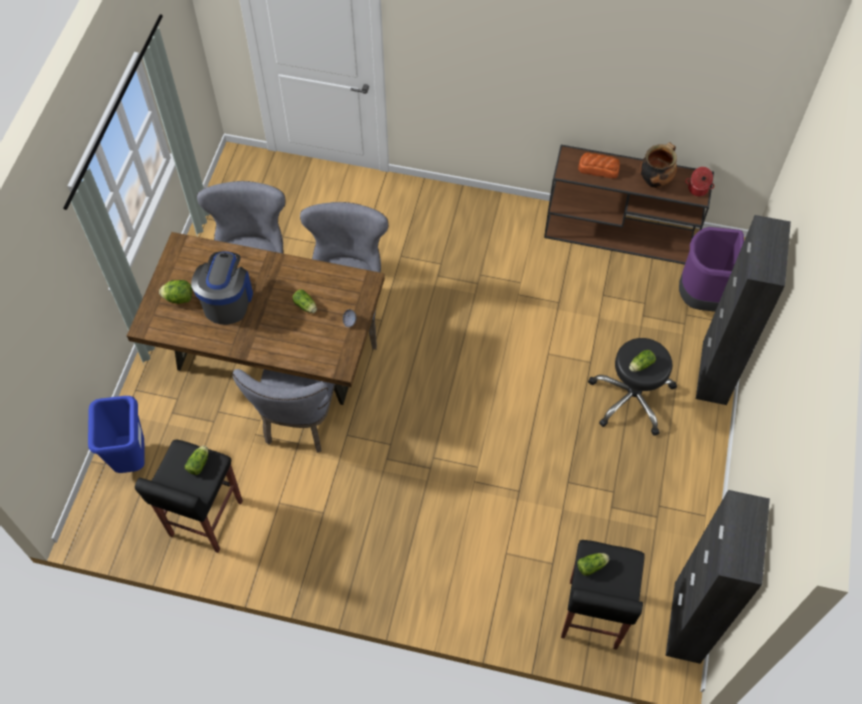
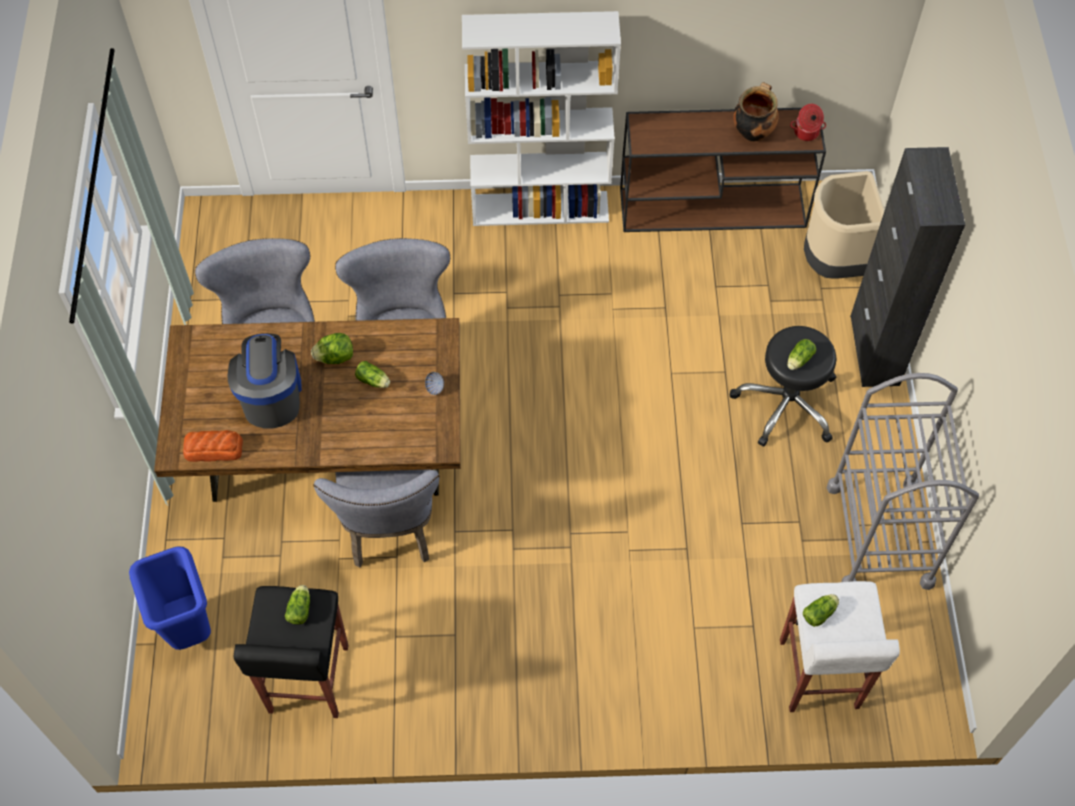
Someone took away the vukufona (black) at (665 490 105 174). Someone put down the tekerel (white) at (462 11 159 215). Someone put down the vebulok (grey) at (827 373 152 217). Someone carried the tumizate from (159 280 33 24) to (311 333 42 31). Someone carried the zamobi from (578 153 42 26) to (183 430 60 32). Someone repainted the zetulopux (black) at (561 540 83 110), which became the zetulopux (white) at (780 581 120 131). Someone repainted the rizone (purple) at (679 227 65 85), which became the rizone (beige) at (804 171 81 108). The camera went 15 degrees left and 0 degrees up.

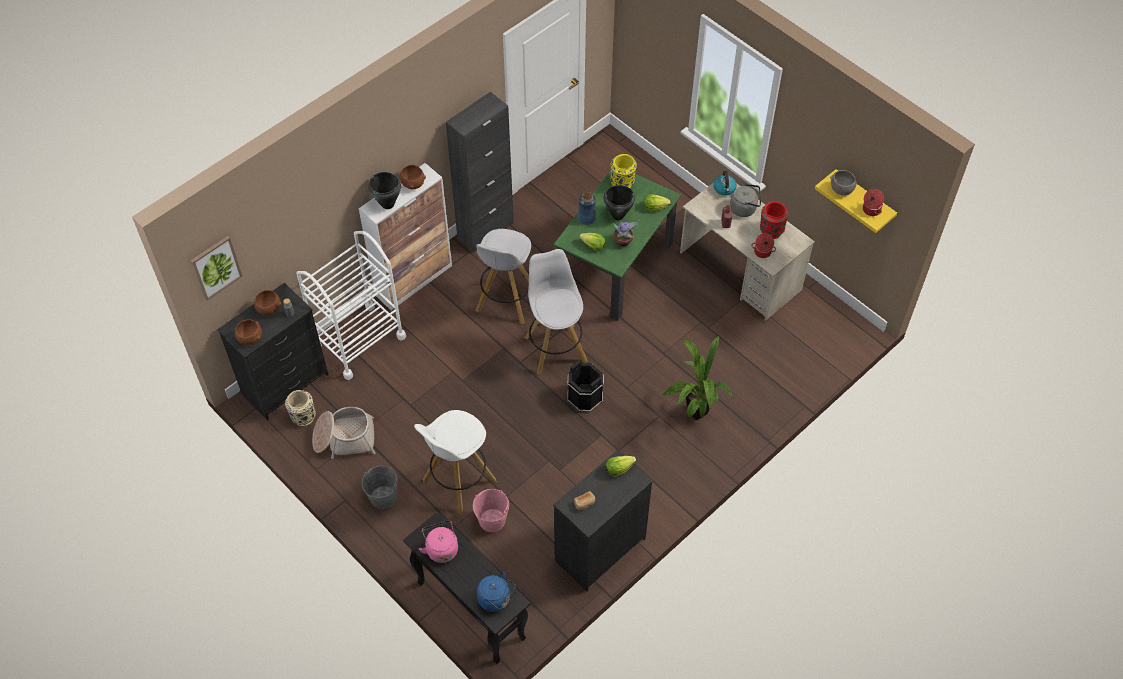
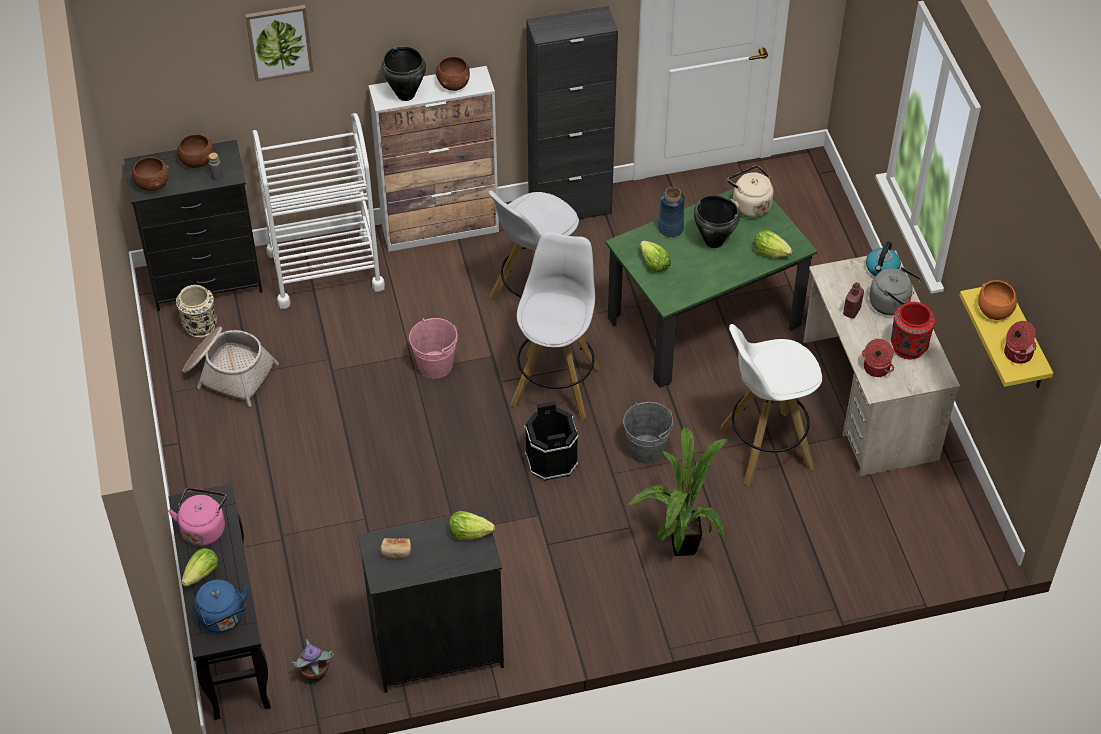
Someone put down the tumizate at (181 548 38 39). Someone carried the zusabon from (191 236 52 65) to (245 5 69 77). Someone carried the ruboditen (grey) from (362 466 36 43) to (623 402 50 62). Someone carried the zetulopux (white) from (414 410 83 104) to (720 324 102 162). Someone carried the ruboditen (pink) from (473 489 36 43) to (409 318 49 61). Someone carried the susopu from (613 220 27 27) to (292 639 42 43). Someone swapped the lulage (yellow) at (610 154 27 34) for the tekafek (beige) at (727 166 46 52). Someone repainted the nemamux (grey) at (830 170 26 26), which became the nemamux (orange) at (978 280 39 40). The camera went 30 degrees right and 5 degrees down.

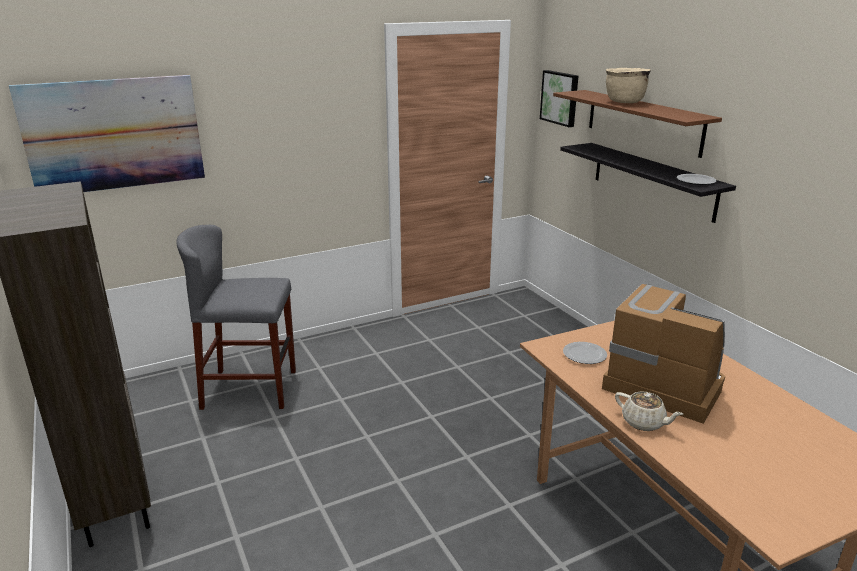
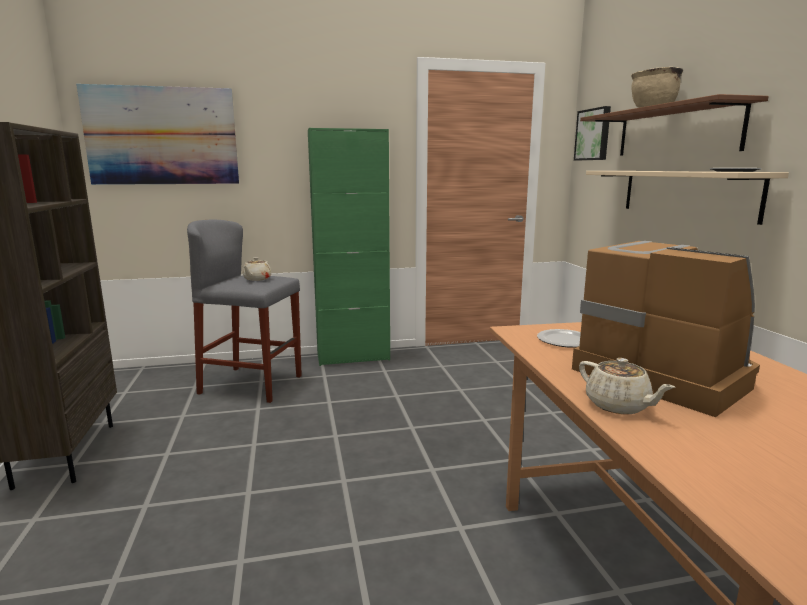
Someone put down the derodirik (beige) at (243 257 29 24). Someone put down the vukufona (green) at (308 128 82 238). Someone repainted the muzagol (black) at (560 143 176 80), which became the muzagol (beige) at (586 171 203 54). The camera went 15 degrees right and 10 degrees down.

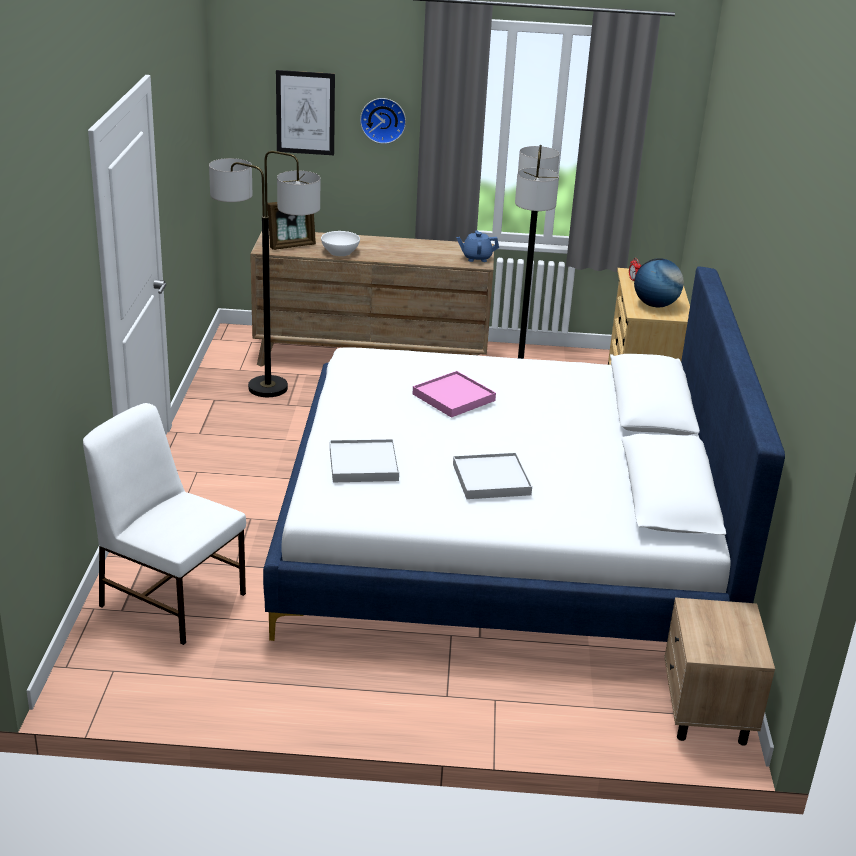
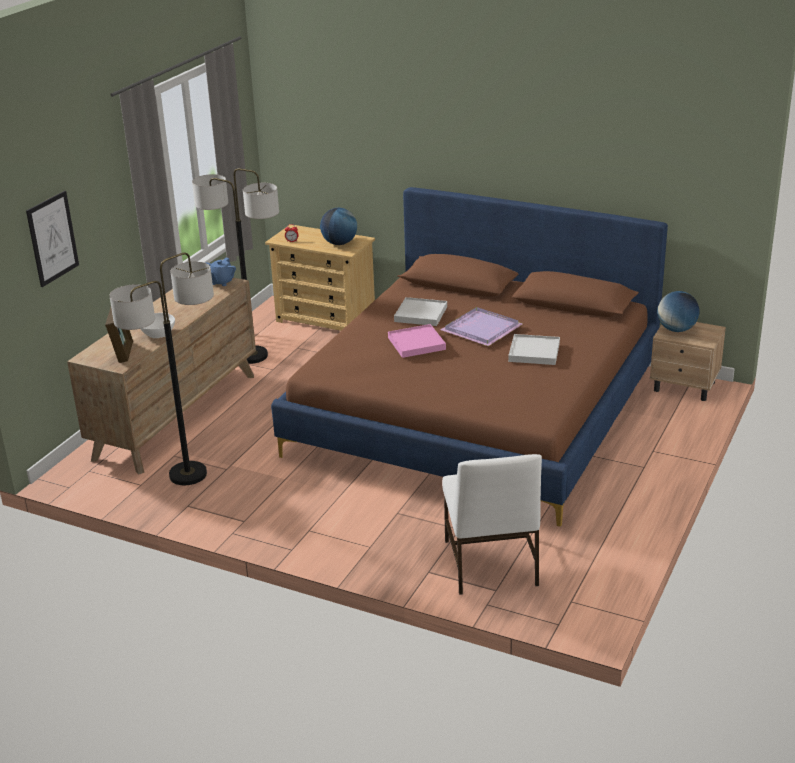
Someone took away the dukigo at (360 98 46 46). Someone put down the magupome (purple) at (440 307 83 39). Someone put down the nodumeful at (657 291 43 41). Someone carried the magupome (white) from (330 439 69 43) to (394 297 53 29). Someone repainted the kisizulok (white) at (263 266 522 376), which became the kisizulok (brown) at (271 187 397 340). Someone rotated the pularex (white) at (83 403 163 242) by 60 degrees counterclockwise. The camera went 65 degrees left and 0 degrees up.

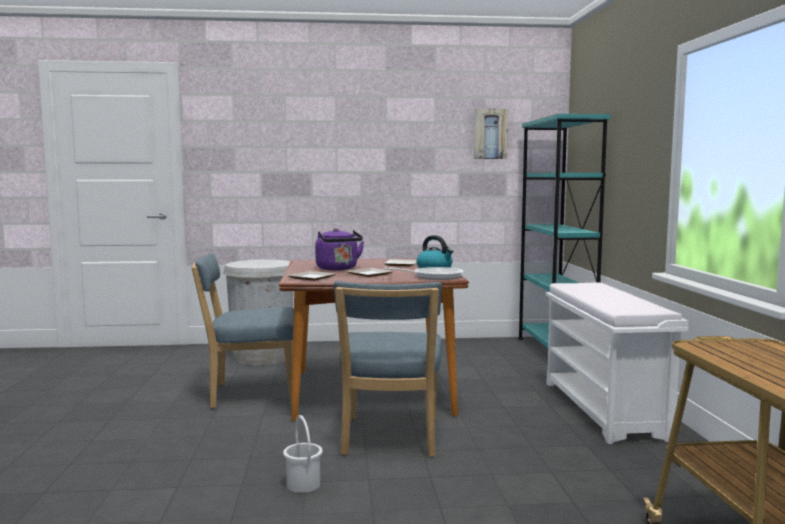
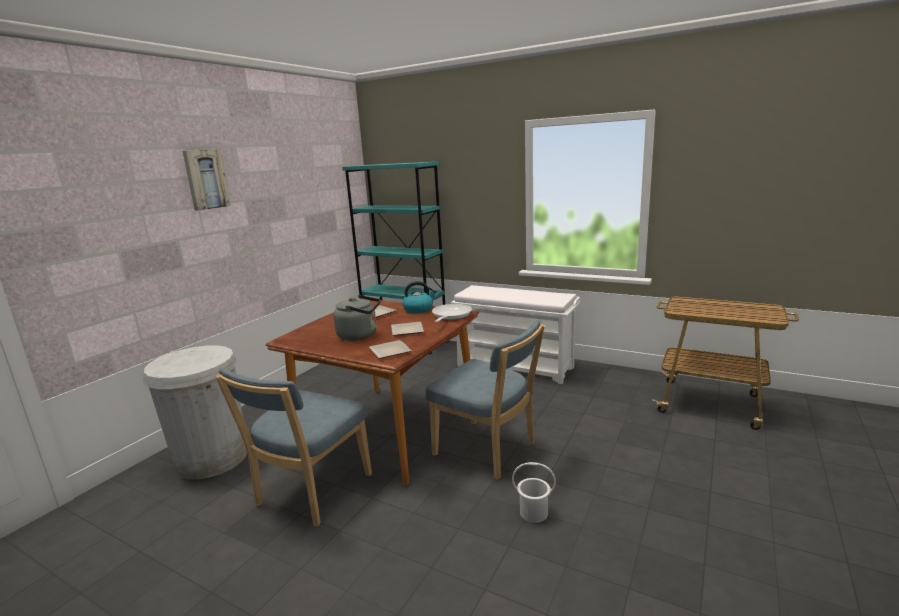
Someone carried the zusabon from (474 109 34 50) to (183 150 47 61). Someone repainted the tekafek (purple) at (315 228 49 42), which became the tekafek (grey) at (333 295 48 46). The camera went 55 degrees left and 10 degrees up.

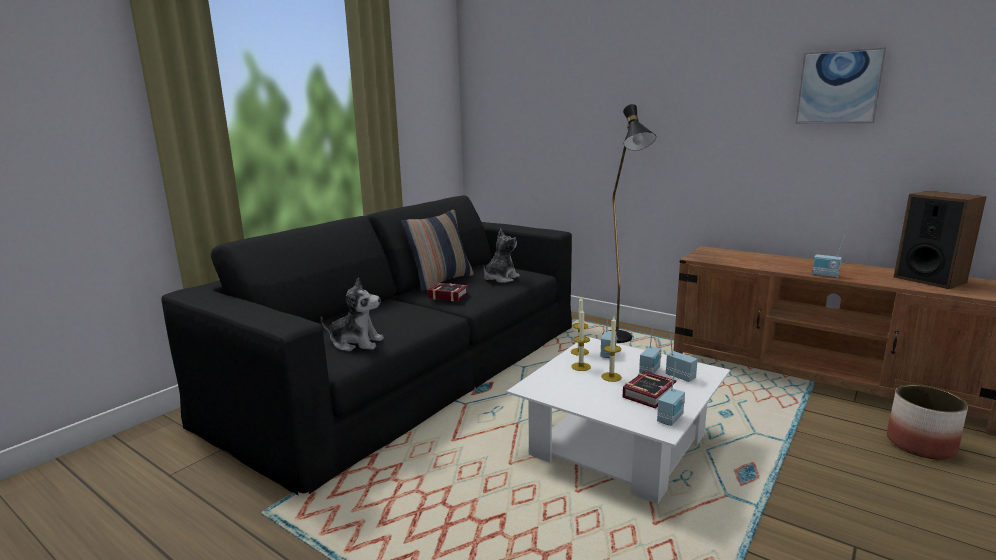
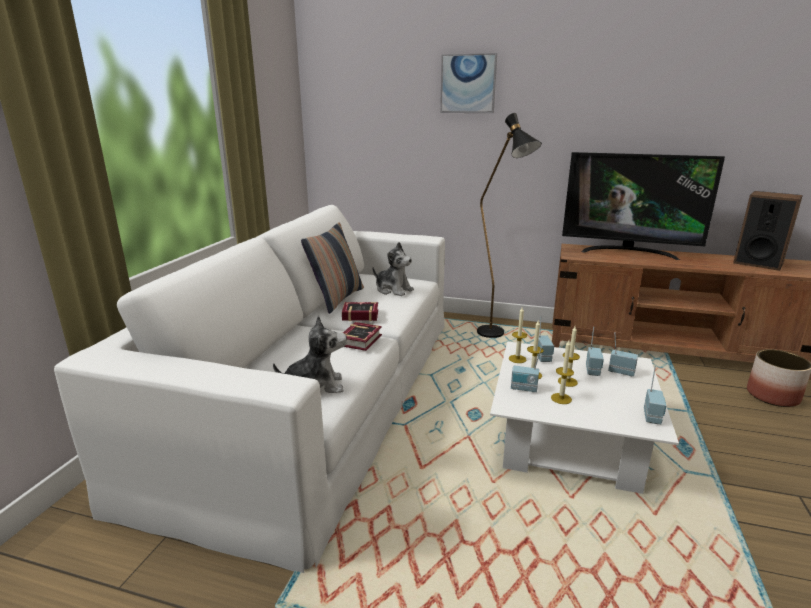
Someone put down the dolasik at (551 340 23 64). Someone put down the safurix at (562 152 163 108). Someone carried the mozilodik from (623 371 54 38) to (343 322 39 29). Someone carried the zusabon from (795 47 91 77) to (440 53 57 60). Someone carried the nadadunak from (812 236 33 42) to (511 348 31 44). Someone repainted the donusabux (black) at (161 195 411 300), which became the donusabux (white) at (54 205 391 368). Someone rotated the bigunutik at (483 229 37 54) by 105 degrees clockwise. The camera went 20 degrees left and 5 degrees up.

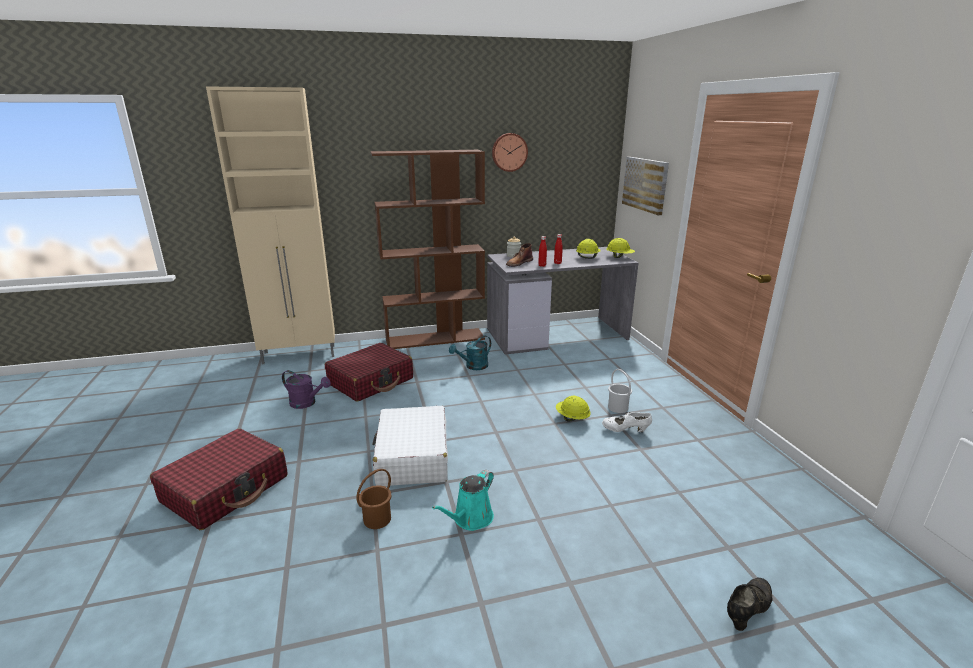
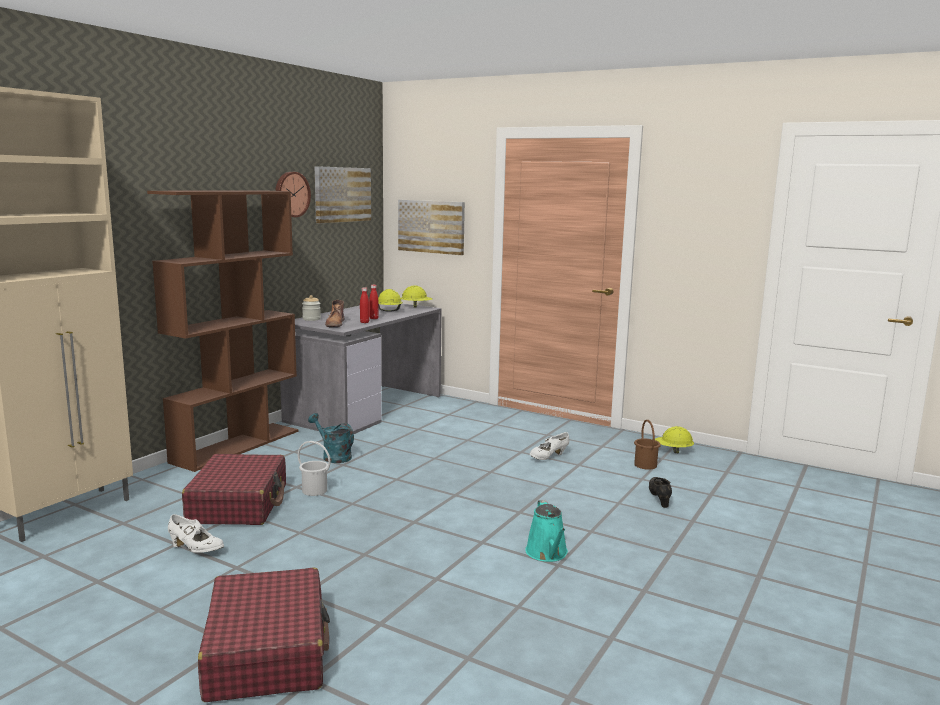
Someone took away the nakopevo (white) at (372 406 76 80). Someone put up the zusabon at (314 166 57 57). Someone carried the ruboditen (brown) from (356 469 35 60) to (634 420 27 50). Someone carried the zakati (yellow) from (556 396 35 26) to (655 426 39 27). Someone carried the ruboditen (white) from (608 369 24 44) to (298 441 33 55). Someone carried the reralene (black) from (727 578 45 53) to (649 477 23 31). Someone swapped the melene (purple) at (282 370 49 39) for the reralene (white) at (168 514 56 39). Someone rotated the melene (turquoise) at (449 336 42 34) by 120 degrees clockwise. The camera went 45 degrees left and 10 degrees down.

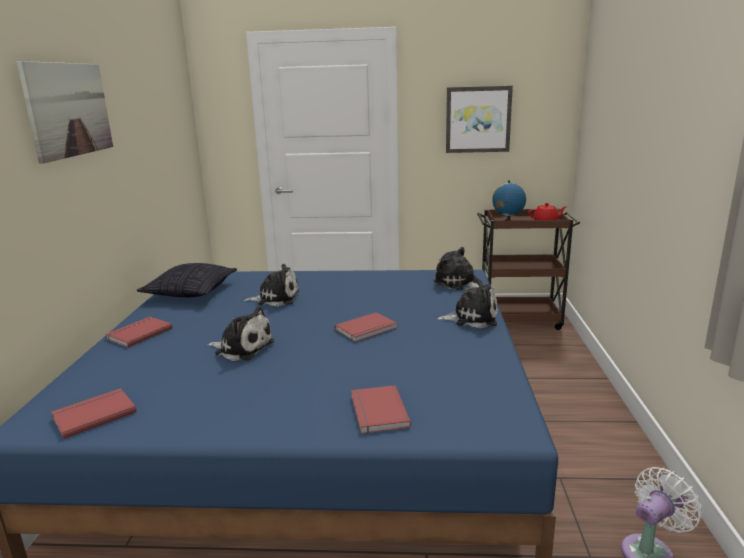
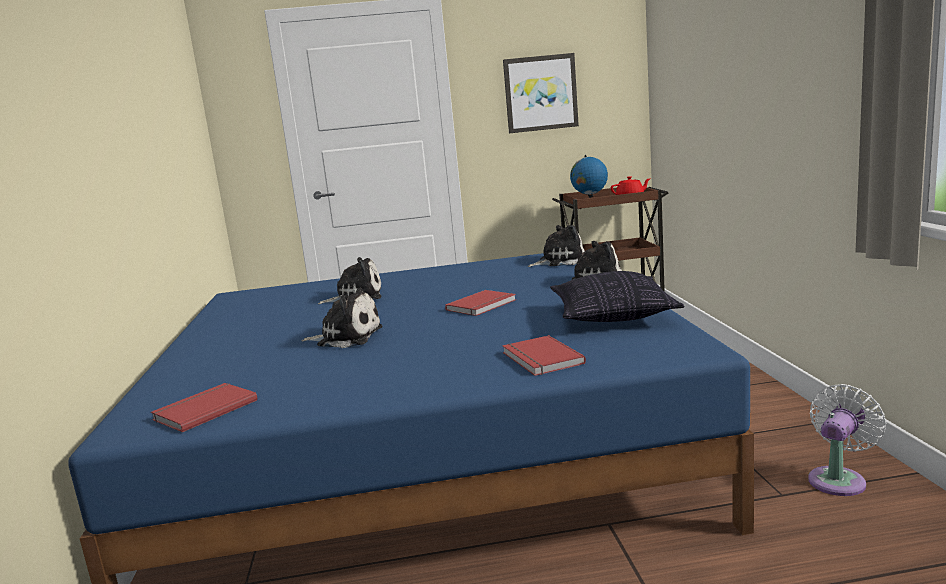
Someone took away the zusabon at (16 61 97 103). Someone took away the mozilodik (red) at (105 317 68 30). Someone carried the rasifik from (137 263 100 34) to (550 271 135 51). Someone rotated the bigunutik at (434 247 45 43) by 135 degrees clockwise. The camera went 10 degrees left and 5 degrees down.

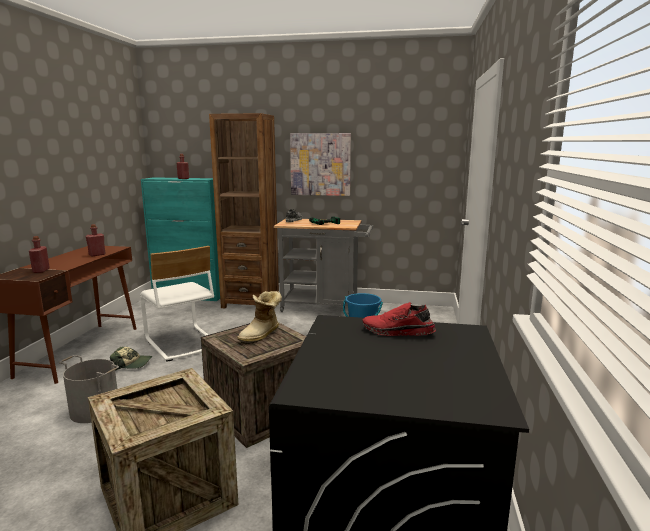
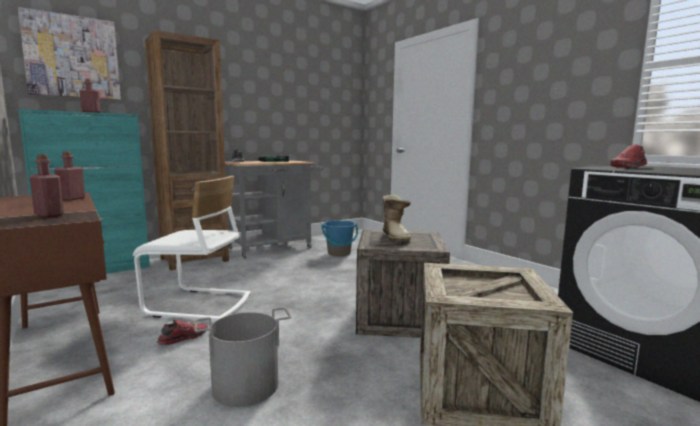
Someone carried the zusabon from (290 133 61 63) to (18 7 103 93). Someone swapped the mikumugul at (110 347 42 24) for the reralene (red) at (157 320 51 25). The camera went 45 degrees left and 5 degrees down.

